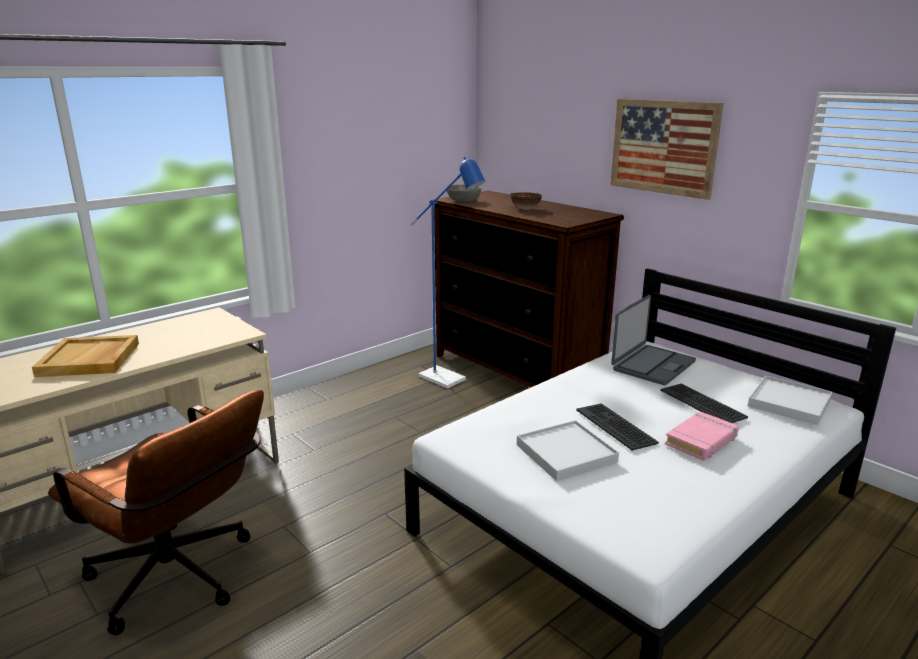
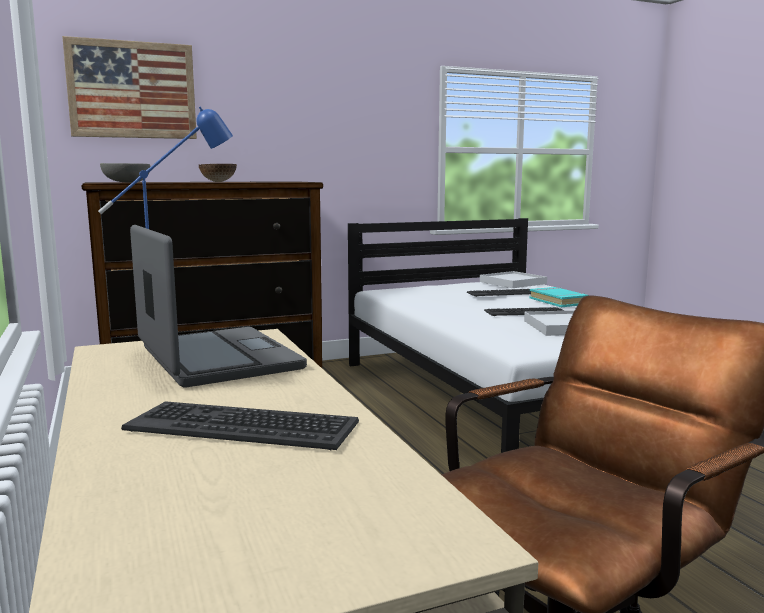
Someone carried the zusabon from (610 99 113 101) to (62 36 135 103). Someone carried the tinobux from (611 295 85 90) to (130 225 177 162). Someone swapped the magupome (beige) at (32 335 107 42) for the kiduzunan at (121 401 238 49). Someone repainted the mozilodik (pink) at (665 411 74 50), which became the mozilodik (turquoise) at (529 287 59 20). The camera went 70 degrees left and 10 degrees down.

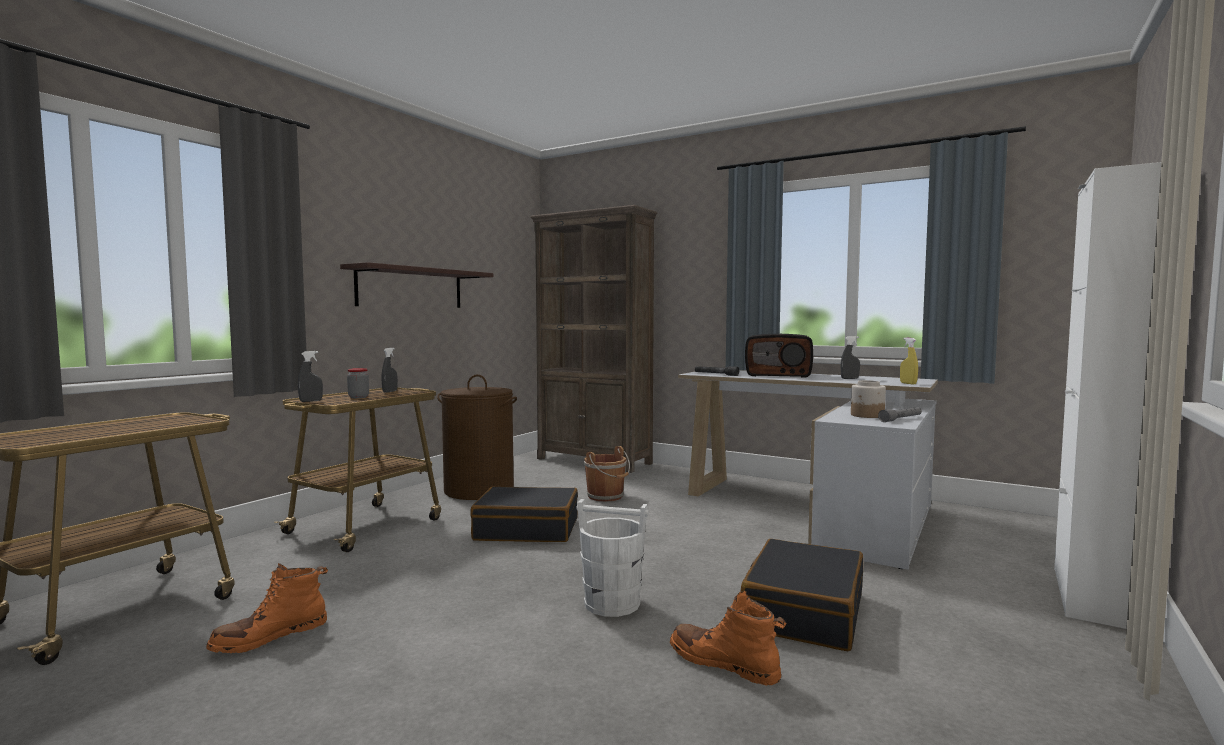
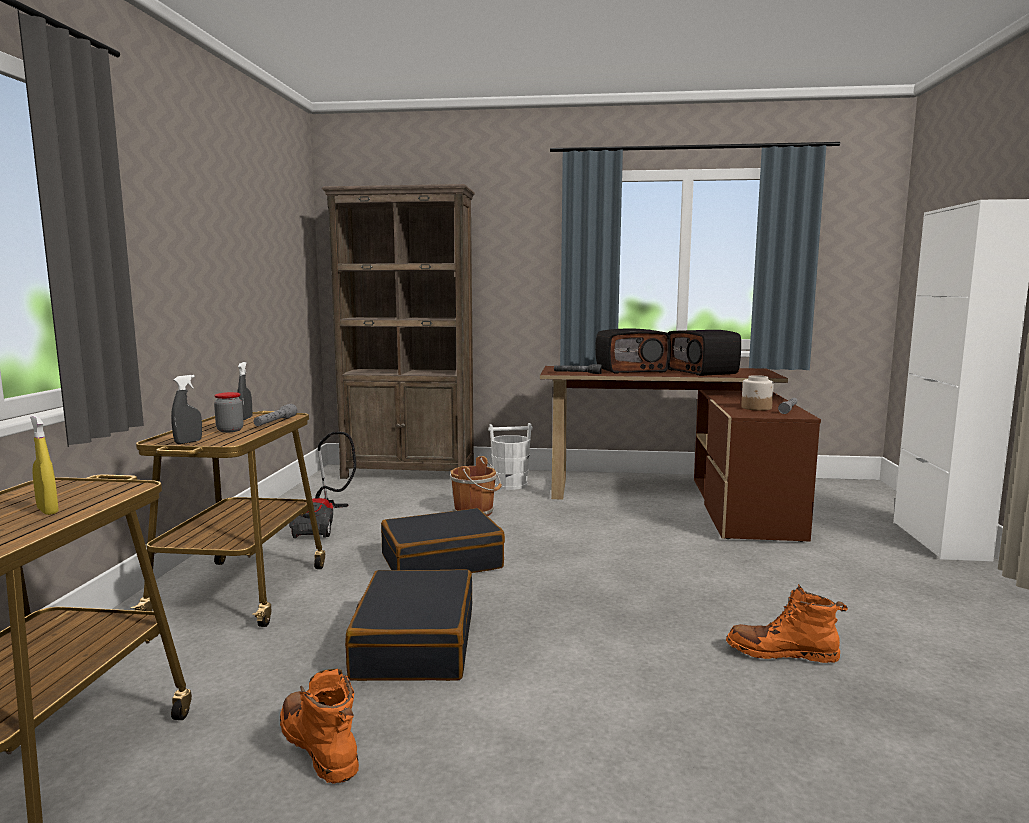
Someone took away the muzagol at (340 262 153 46). Someone put down the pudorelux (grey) at (253 404 44 22). Someone carried the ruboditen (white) from (576 499 73 118) to (488 423 45 67). Someone carried the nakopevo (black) from (740 539 123 112) to (345 569 127 112). Someone carried the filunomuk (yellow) from (900 338 18 46) to (30 415 29 100). Someone swapped the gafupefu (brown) at (437 374 80 126) for the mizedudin at (289 431 67 107). Someone swapped the filunomuk (grey) at (841 336 19 43) for the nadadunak at (668 330 73 46). Someone repainted the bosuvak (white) at (678 370 260 200), which became the bosuvak (brown) at (540 366 281 176). Someone rotated the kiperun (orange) at (206 563 122 90) by 120 degrees clockwise. The camera went 25 degrees left and 5 degrees up.

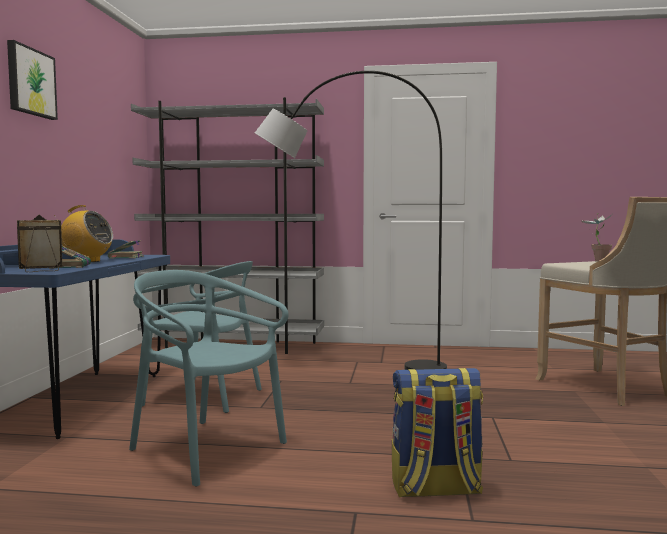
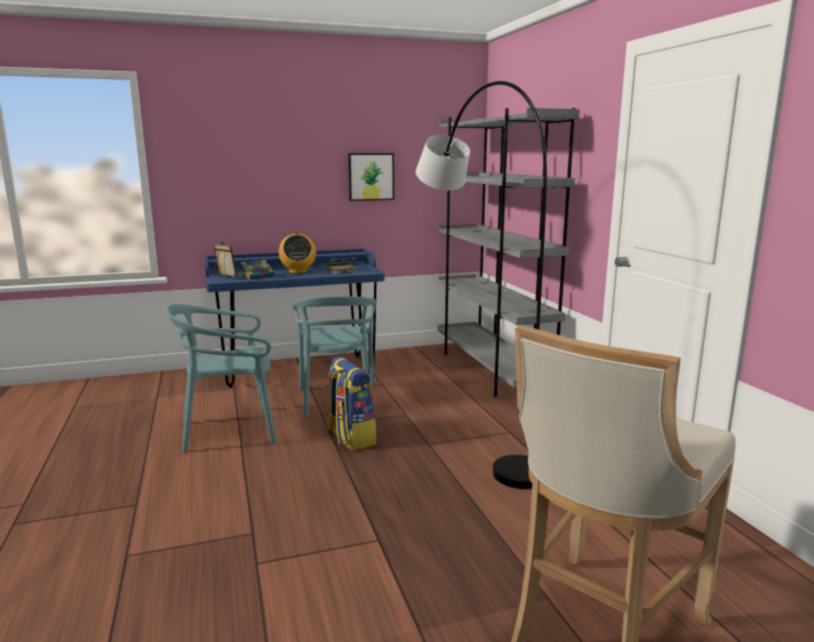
Someone took away the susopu at (582 213 30 49). Someone carried the zusabon from (7 40 51 80) to (348 153 46 48). Someone carried the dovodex from (392 368 91 129) to (326 356 50 94). Someone rotated the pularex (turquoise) at (129 270 160 217) by 120 degrees counterclockwise. The camera went 65 degrees right and 10 degrees up.

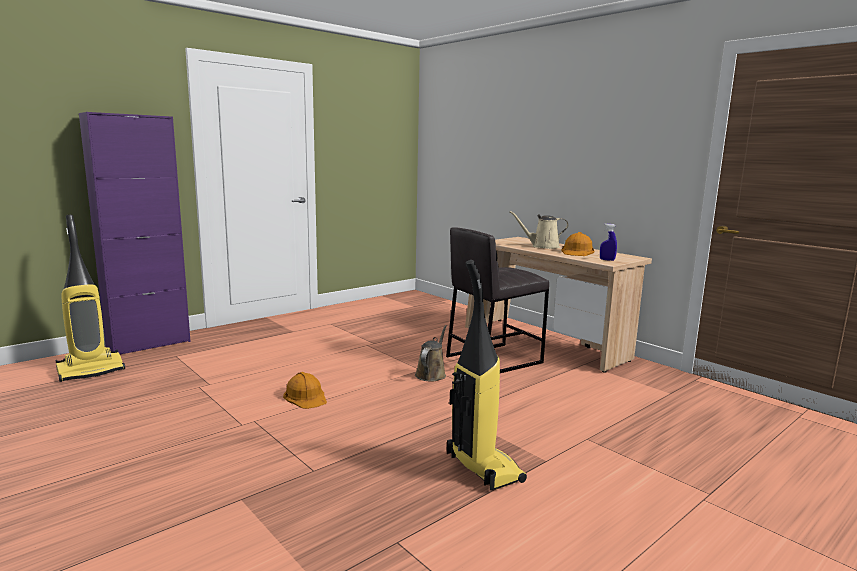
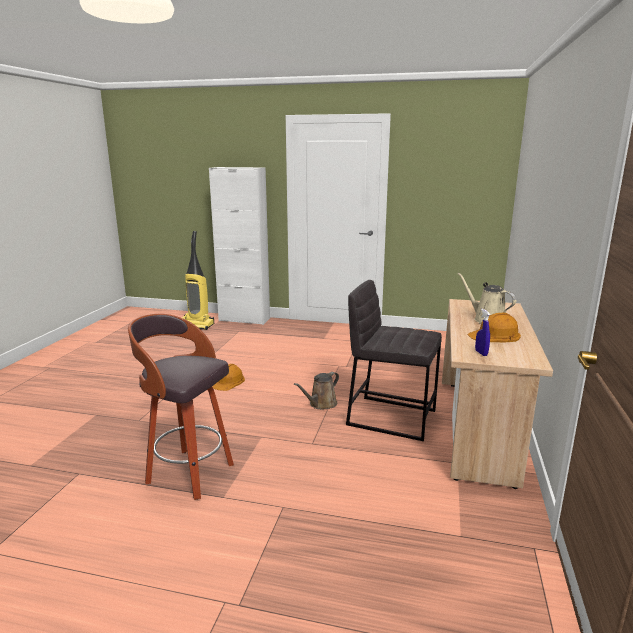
Someone swapped the mizedudin at (447 260 80 230) for the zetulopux at (128 313 106 187). Someone repainted the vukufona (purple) at (79 112 112 242), which became the vukufona (white) at (209 167 61 158). Someone rotated the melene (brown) at (415 325 32 56) by 150 degrees clockwise. The camera went 55 degrees right and 5 degrees up.

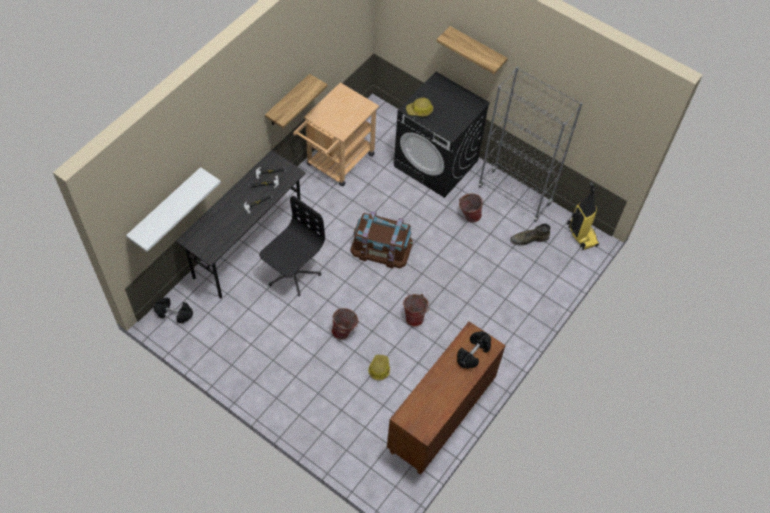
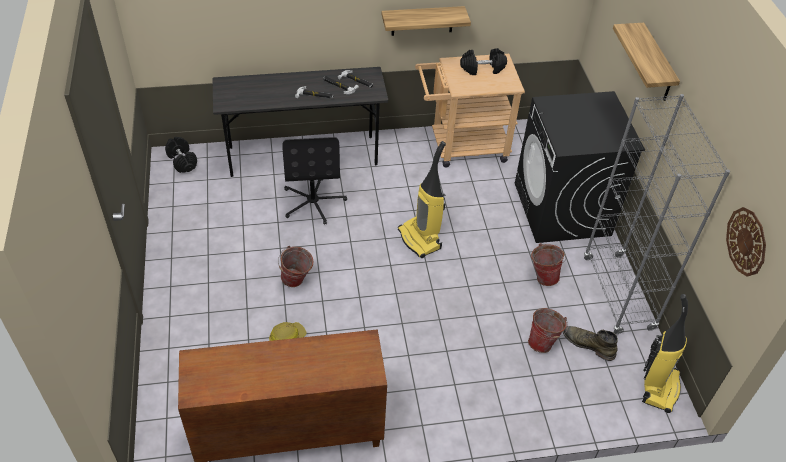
Someone took away the muzagol (white) at (126 167 95 85). Someone took away the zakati at (406 98 27 18). Someone put up the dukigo at (726 207 40 70). Someone carried the ruboditen from (403 294 27 33) to (528 308 40 45). Someone carried the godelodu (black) from (457 331 34 38) to (460 48 47 27). Someone swapped the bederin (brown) at (351 211 62 58) for the mizedudin at (398 141 48 117). Someone rotated the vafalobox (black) at (259 196 66 101) by 90 degrees clockwise. The camera went 45 degrees right and 10 degrees down.

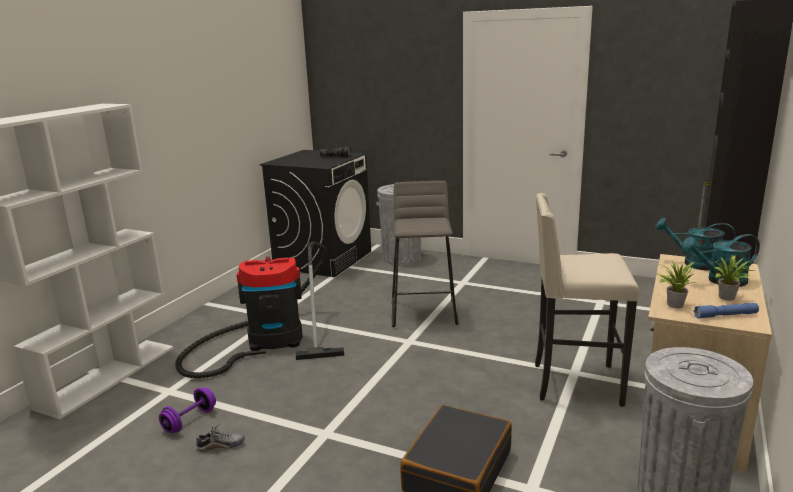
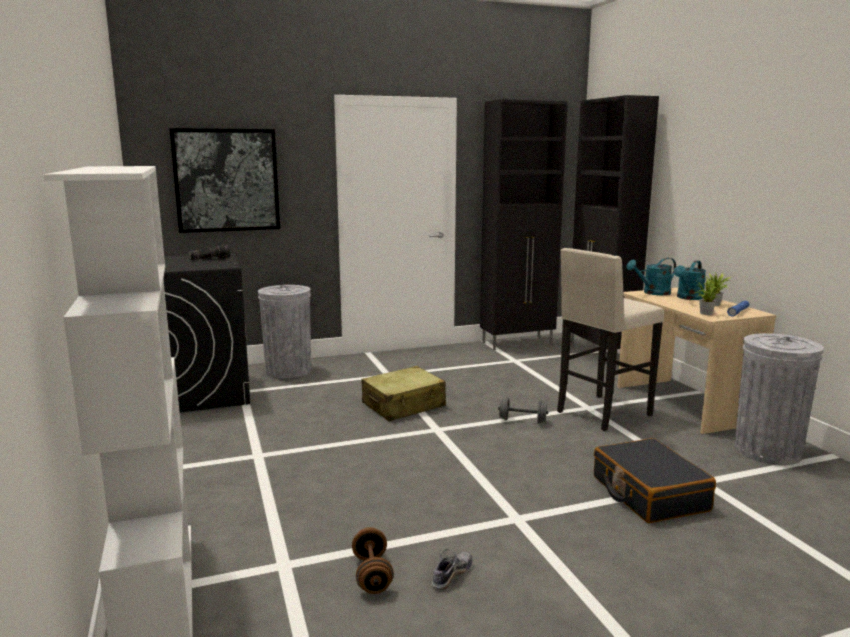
Someone took away the mizedudin at (175 242 169 137). Someone put up the zusabon at (169 128 111 105). Someone put down the vukufona (black) at (480 99 88 251). Someone put down the godelodu (grey) at (498 397 50 27). Someone swapped the zetulopux (grey) at (392 181 67 146) for the nakopevo (beige) at (361 366 85 55). Someone repainted the godelodu (purple) at (159 388 57 45), which became the godelodu (brown) at (352 527 42 67). The camera went 45 degrees left and 5 degrees down.

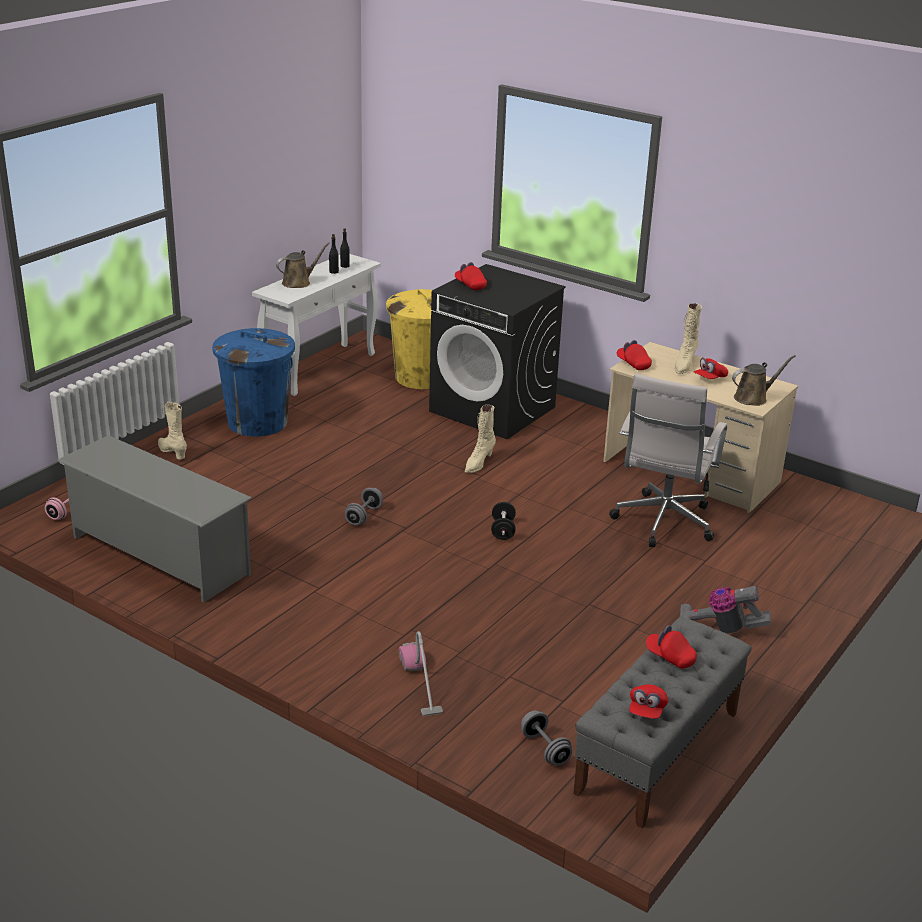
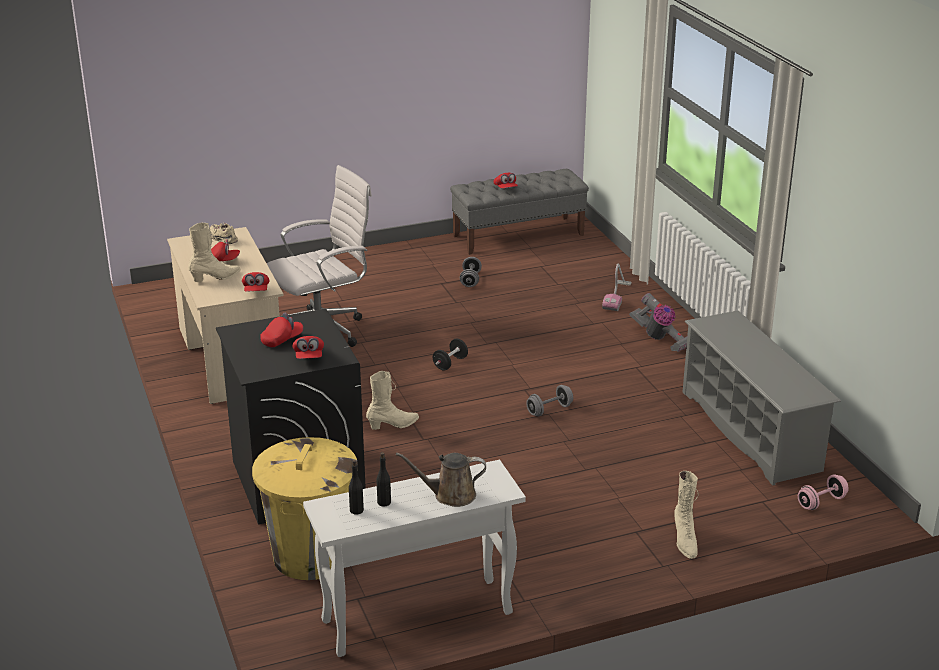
Someone took away the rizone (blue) at (212 328 83 109). Someone carried the godelodu (grey) from (521 710 51 56) to (460 257 22 30). Someone carried the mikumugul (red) from (629 685 39 34) to (260 313 43 34). Someone carried the mizedudin from (680 586 91 48) to (629 293 58 59). Someone swapped the melene (brown) at (732 355 64 51) for the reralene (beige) at (210 223 28 21). The camera went 145 degrees left and 0 degrees up.

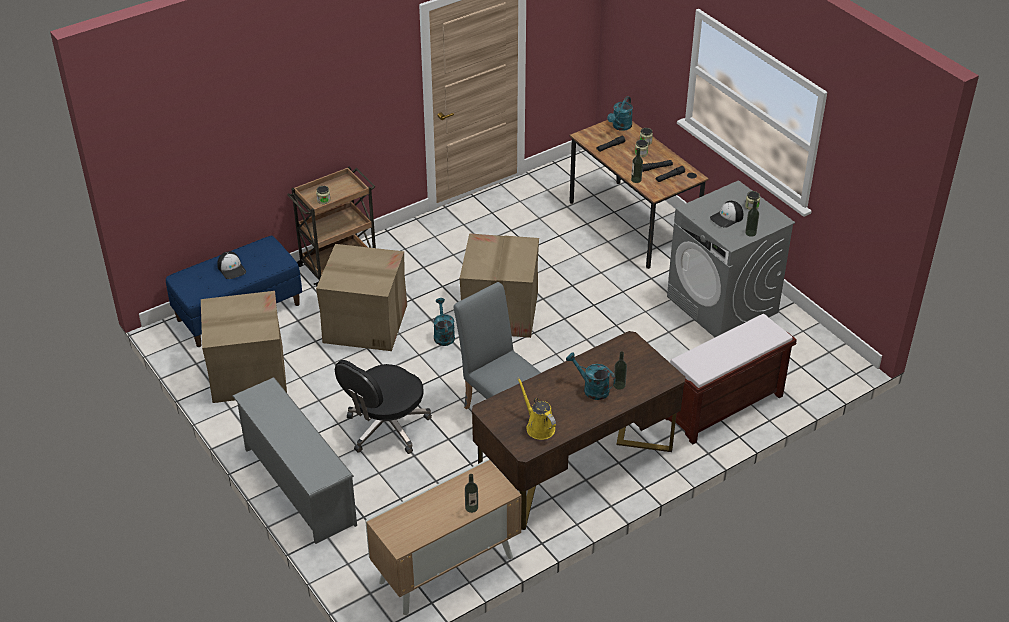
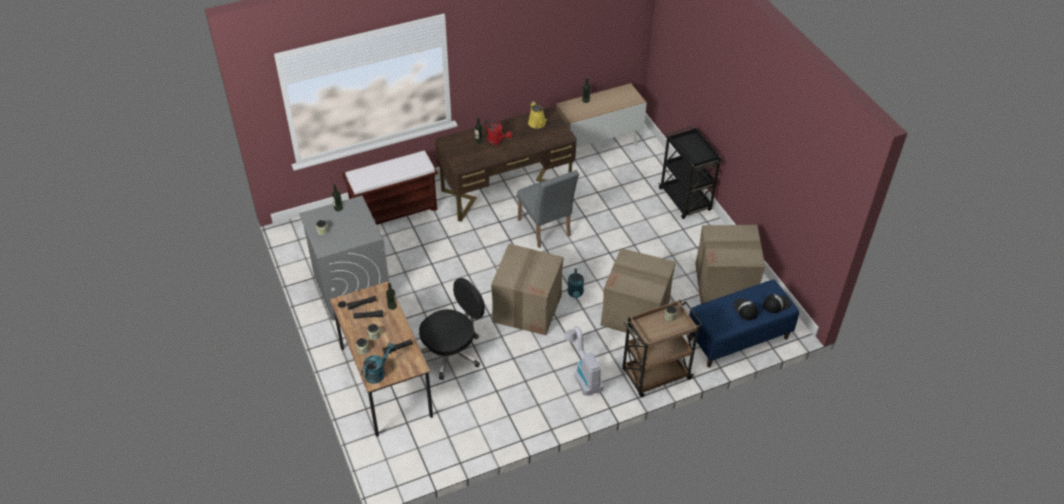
Someone put down the mizedudin at (565 326 39 70). Someone carried the vafalobox (black) from (335 360 97 94) to (419 278 66 102). Someone carried the mikumugul from (710 201 33 27) to (763 294 28 19). Someone swapped the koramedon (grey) at (232 377 125 167) for the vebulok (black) at (659 126 63 93). Someone repainted the melene (turquoise) at (566 352 50 48), which became the melene (red) at (485 118 27 27). The camera went 170 degrees left and 5 degrees up.

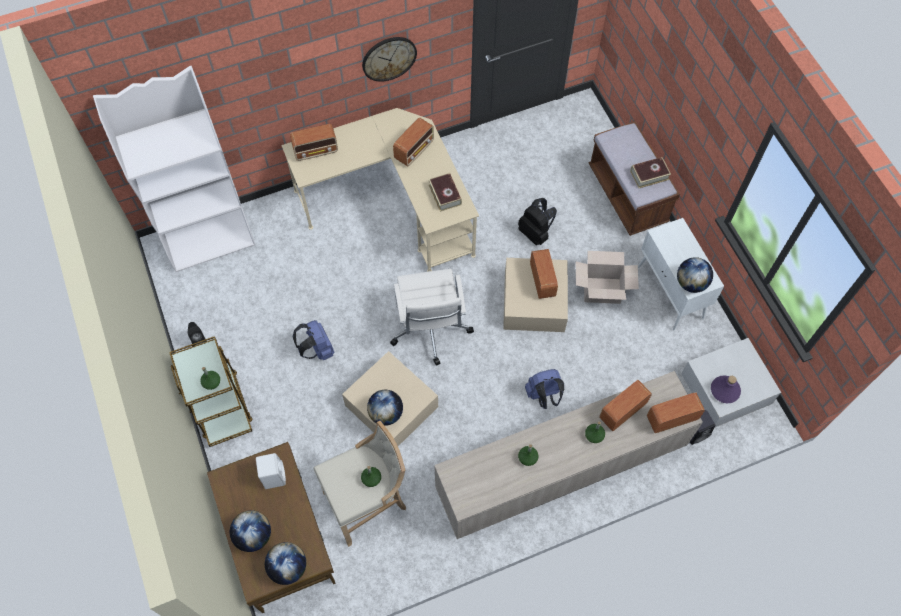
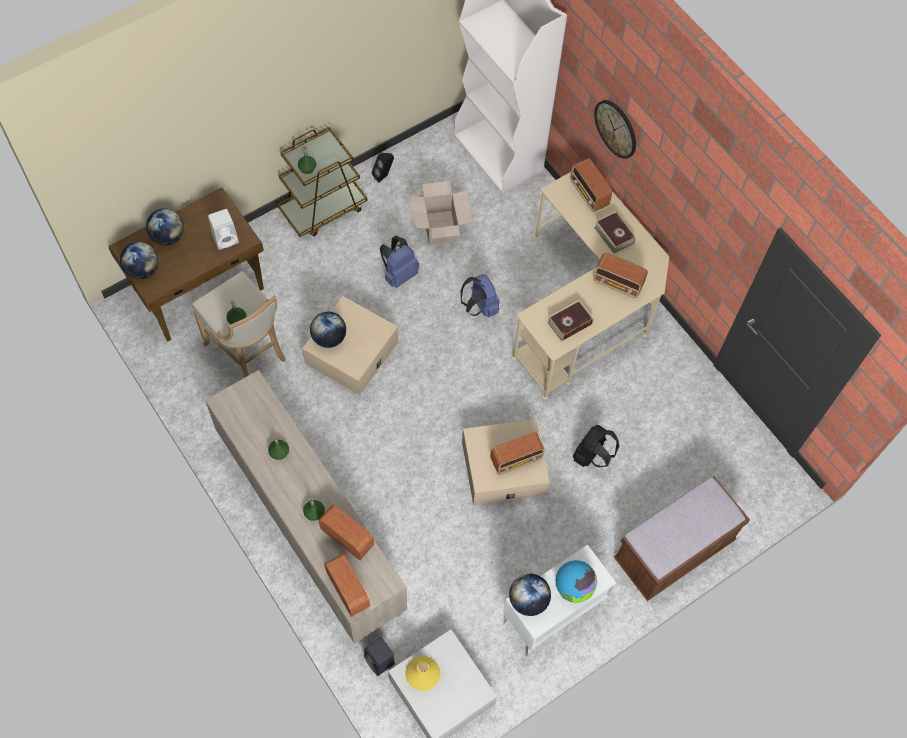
Someone took away the vafalobox (white) at (390 269 84 97). Someone put down the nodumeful at (556 560 42 43). Someone carried the dukigo from (362 37 55 45) to (594 100 42 59). Someone carried the dovodex (blue) from (525 369 39 40) to (460 274 40 43). Someone carried the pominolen from (576 251 63 53) to (410 181 62 64). Someone carried the mozilodik from (630 157 41 31) to (594 211 42 43). Someone repainted the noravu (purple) at (711 375 30 28), which became the noravu (yellow) at (405 656 35 35). The camera went 75 degrees right and 0 degrees up.

